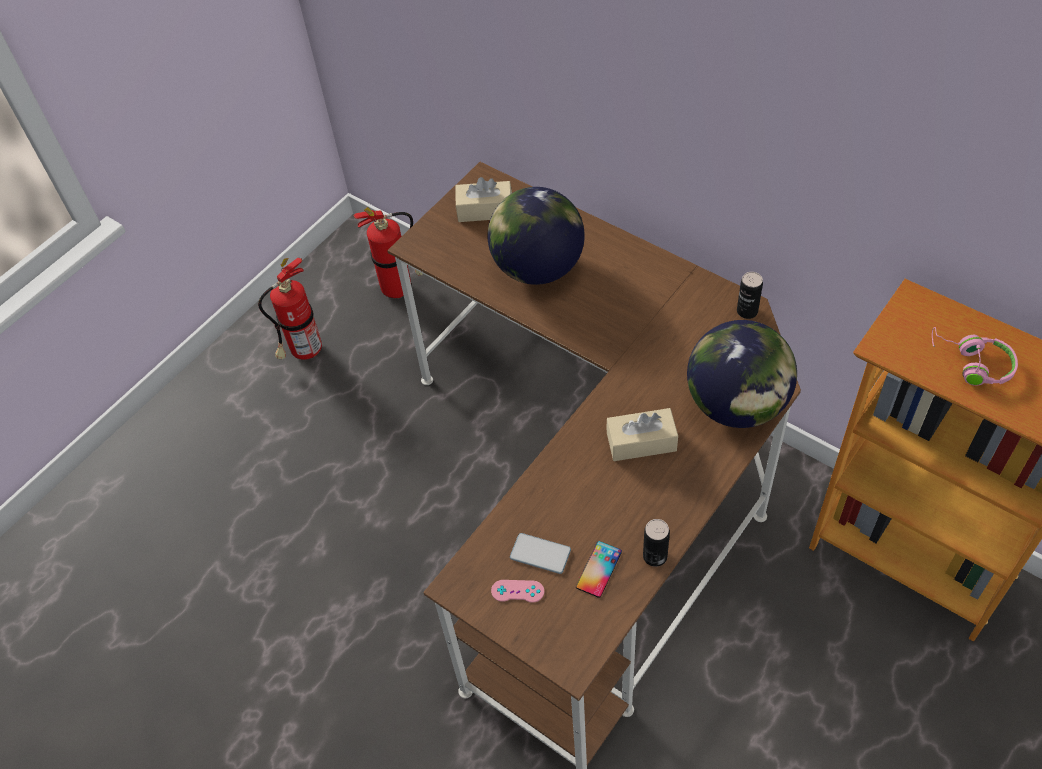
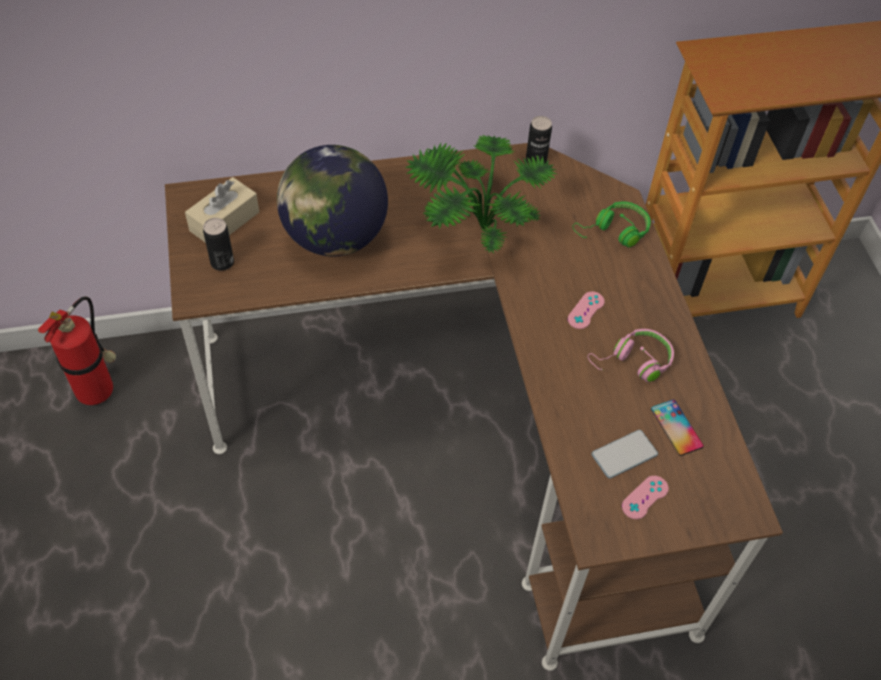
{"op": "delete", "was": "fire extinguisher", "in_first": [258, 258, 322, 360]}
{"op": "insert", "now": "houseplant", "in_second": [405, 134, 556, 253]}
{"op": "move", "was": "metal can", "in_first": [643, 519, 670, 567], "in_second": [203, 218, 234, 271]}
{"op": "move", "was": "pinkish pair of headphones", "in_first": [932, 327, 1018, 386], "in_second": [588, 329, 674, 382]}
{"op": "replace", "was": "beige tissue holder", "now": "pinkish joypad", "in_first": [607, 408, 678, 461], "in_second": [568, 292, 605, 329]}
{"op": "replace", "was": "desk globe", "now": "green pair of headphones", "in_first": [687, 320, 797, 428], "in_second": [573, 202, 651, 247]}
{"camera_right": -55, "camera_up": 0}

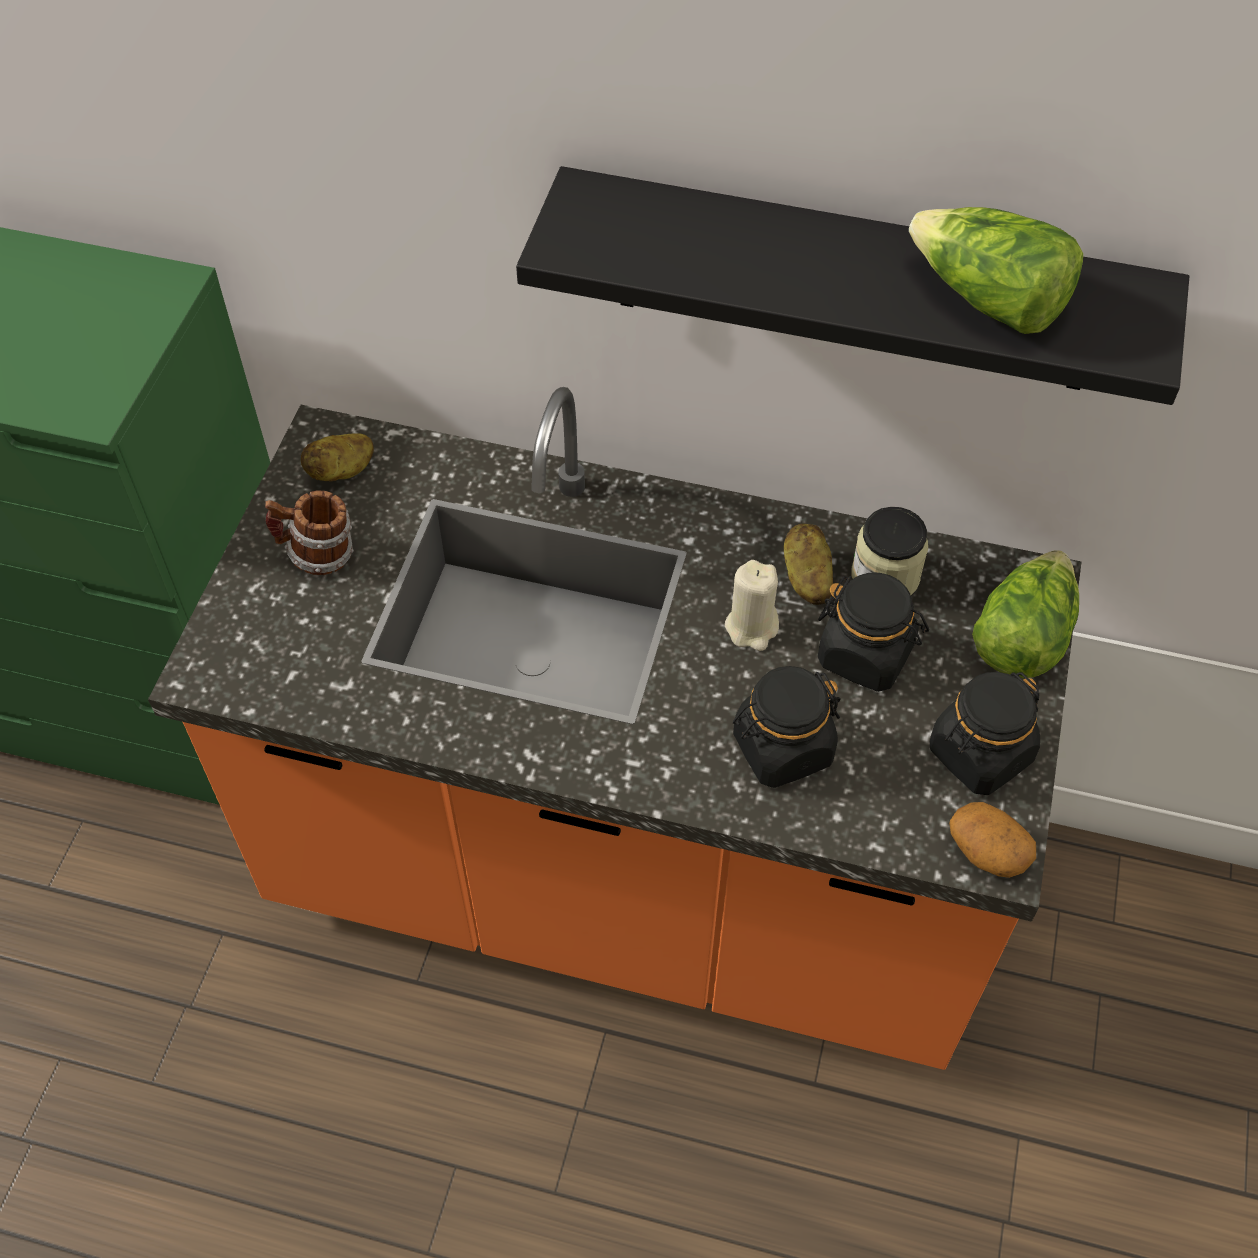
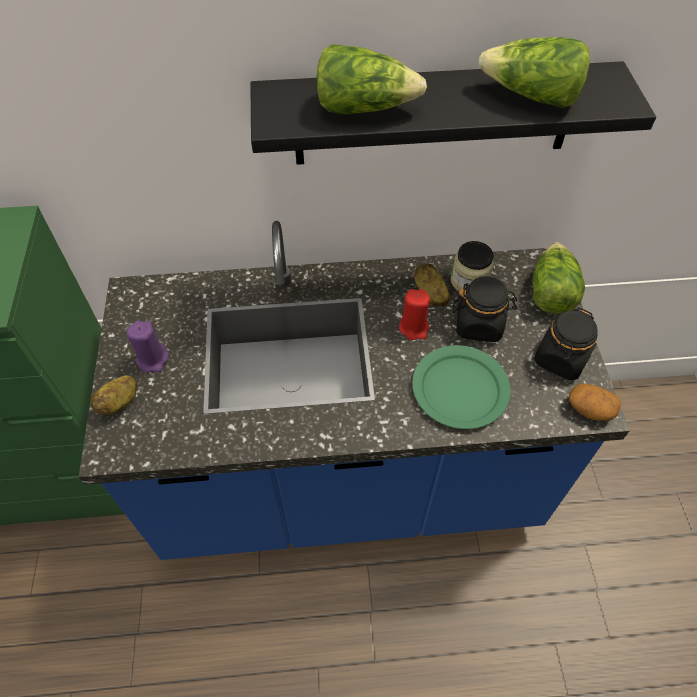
{"op": "insert", "now": "head of lettuce", "in_second": [317, 44, 427, 114]}
{"op": "move", "was": "spud", "in_first": [301, 433, 374, 482], "in_second": [90, 375, 137, 415]}
{"op": "replace", "was": "tea mug", "now": "purplish wax candle", "in_first": [265, 490, 354, 575], "in_second": [127, 321, 169, 373]}
{"op": "replace", "was": "black-coloured storage jar", "now": "green dinner plate", "in_first": [733, 666, 841, 788], "in_second": [412, 345, 511, 429]}
{"op": "recolor", "was": "orange-coloured kitchen counter", "now": "bluish kitchen counter", "in_first": [148, 387, 1081, 1070], "in_second": [79, 221, 630, 560]}
{"op": "recolor", "was": "beige wax candle", "now": "red-coloured wax candle", "in_first": [725, 560, 779, 651], "in_second": [399, 289, 430, 340]}
{"camera_right": -20, "camera_up": 0}

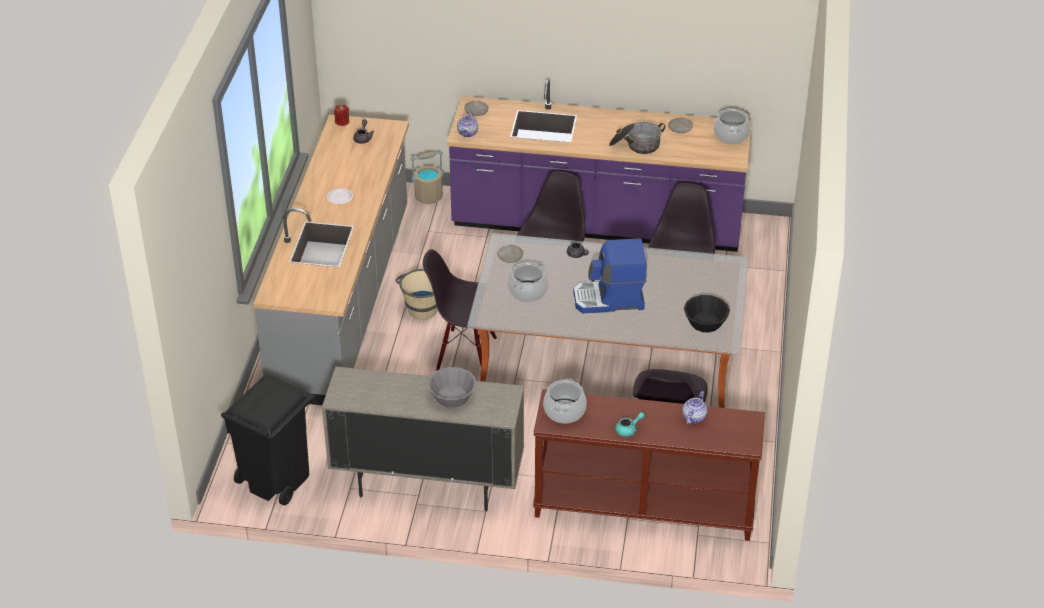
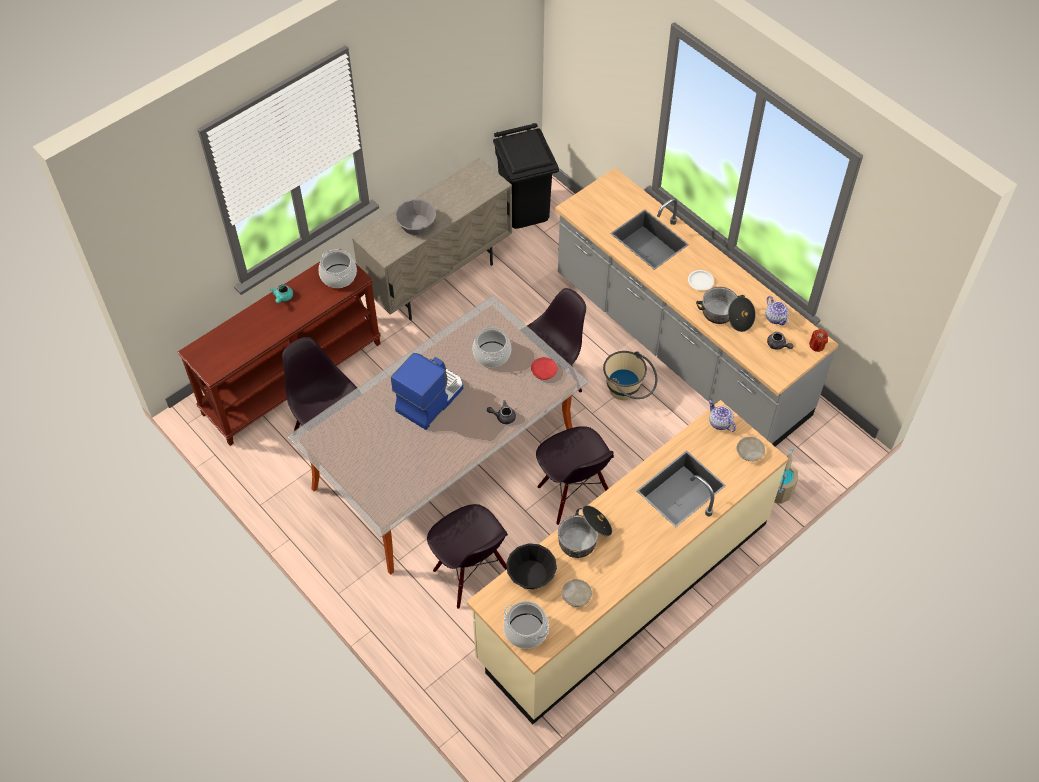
{"op": "insert", "now": "cooking pot", "in_second": [696, 287, 756, 332]}
{"op": "move", "was": "teapot", "in_first": [682, 391, 708, 425], "in_second": [766, 296, 789, 325]}
{"op": "move", "was": "black-coloured serving bowl", "in_first": [684, 295, 730, 332], "in_second": [506, 543, 557, 589]}
{"op": "recolor", "was": "purplish kitchen counter", "now": "beige kitchen counter", "in_first": [447, 79, 752, 252], "in_second": [467, 400, 789, 724]}
{"op": "recolor", "was": "beige dinner plate", "now": "red-coloured dinner plate", "in_first": [497, 245, 523, 263], "in_second": [531, 357, 558, 380]}
{"camera_right": 130, "camera_up": 15}

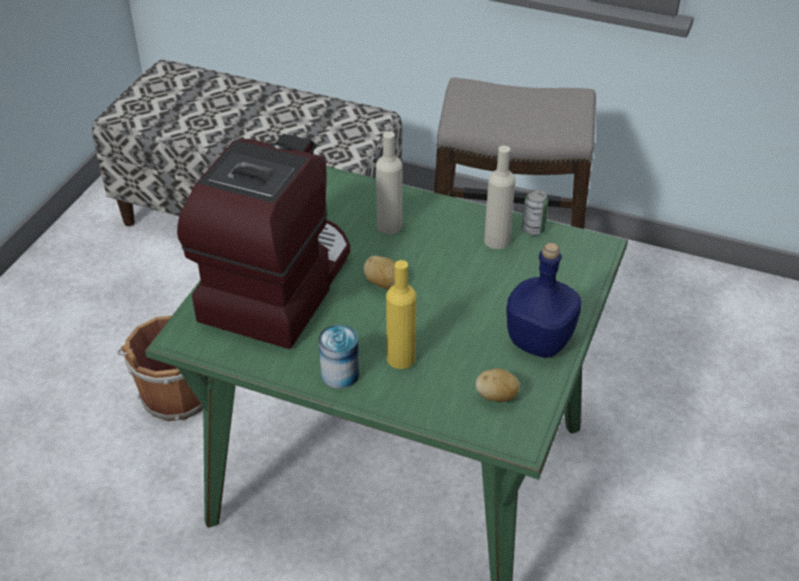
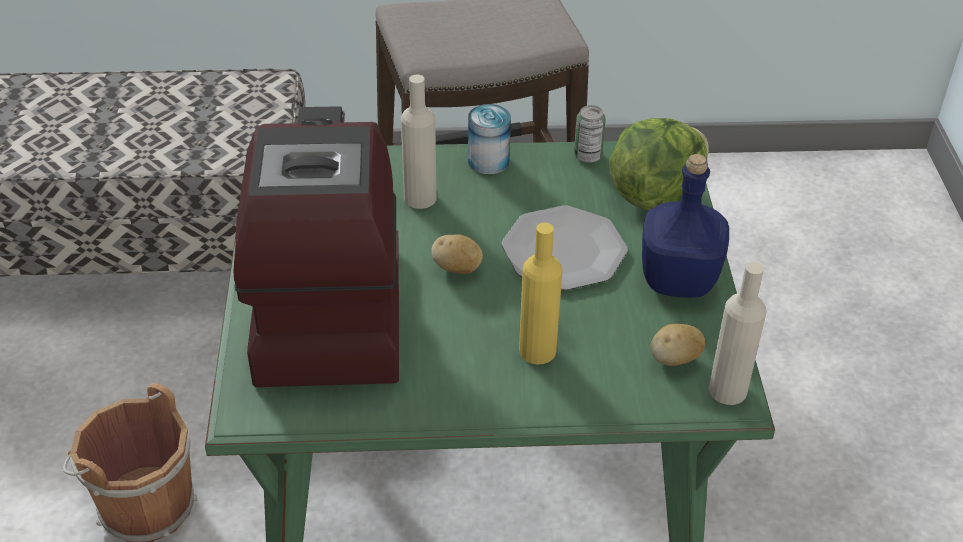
{"op": "insert", "now": "dinner plate", "in_second": [502, 205, 628, 290]}
{"op": "insert", "now": "head of lettuce", "in_second": [609, 118, 709, 210]}
{"op": "move", "was": "metal can", "in_first": [319, 325, 359, 389], "in_second": [468, 104, 511, 175]}
{"op": "move", "was": "beige bottle", "in_first": [484, 146, 516, 249], "in_second": [709, 262, 766, 405]}
{"camera_right": -25, "camera_up": 0}

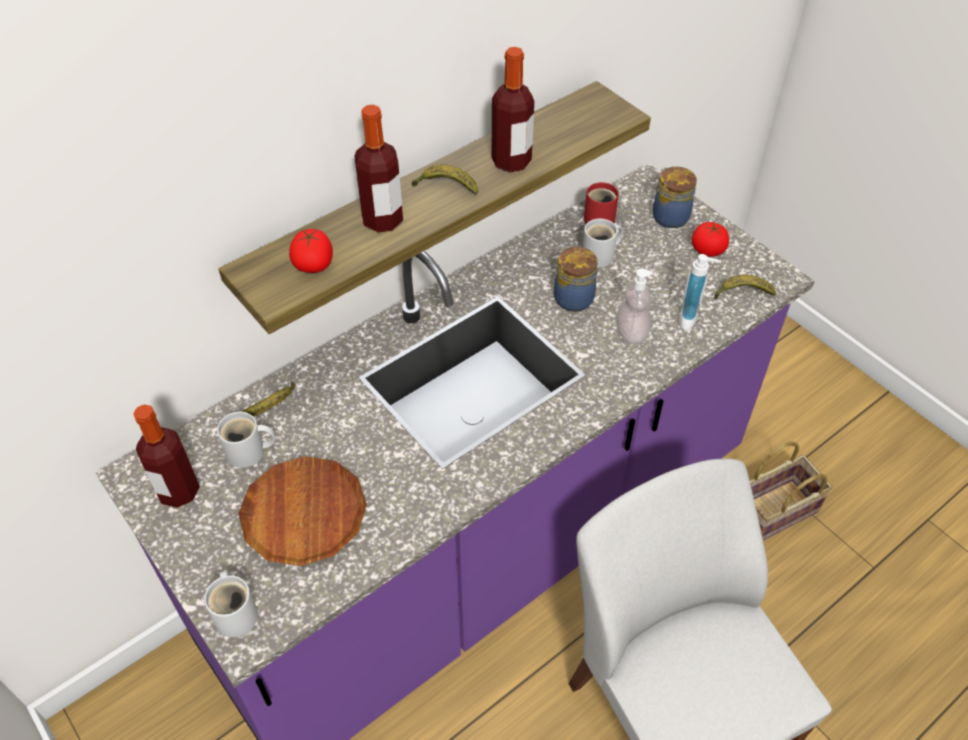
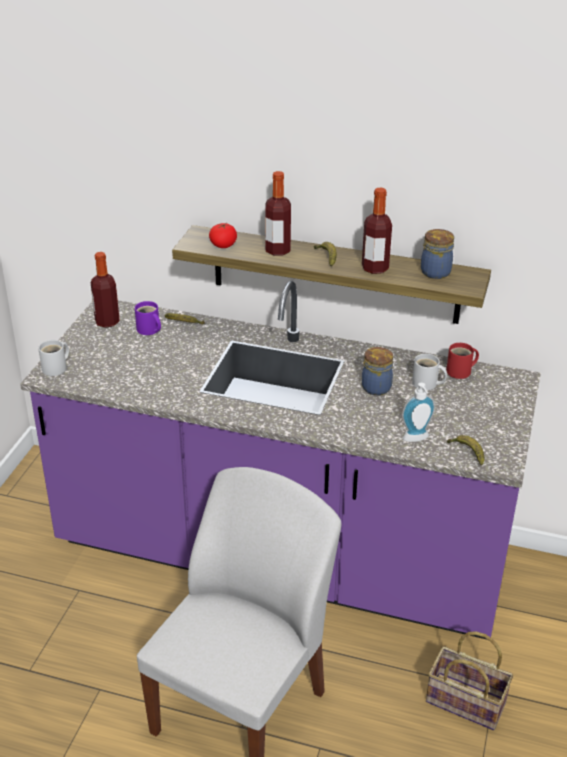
{"op": "delete", "was": "brown-coloured dinner plate", "in_first": [238, 456, 367, 566]}
{"op": "delete", "was": "liquid soap bottle", "in_first": [616, 269, 653, 344]}
{"op": "delete", "was": "fresh tomato", "in_first": [692, 222, 729, 257]}
{"op": "move", "was": "storage jar", "in_first": [653, 167, 697, 228], "in_second": [421, 229, 454, 279]}
{"op": "recolor", "was": "white-coloured tea mug", "now": "purplish tea mug", "in_first": [217, 412, 275, 468], "in_second": [135, 301, 161, 335]}
{"camera_right": 55, "camera_up": -15}

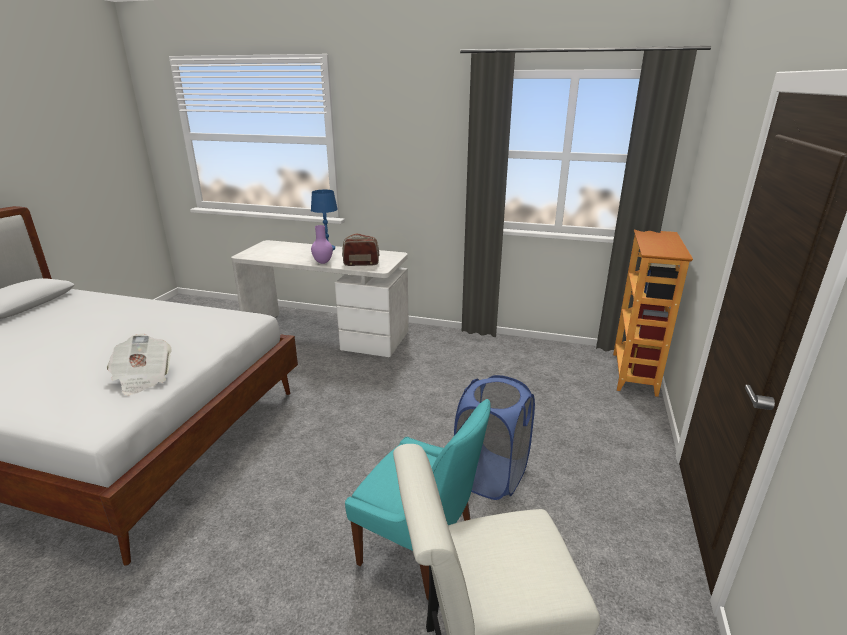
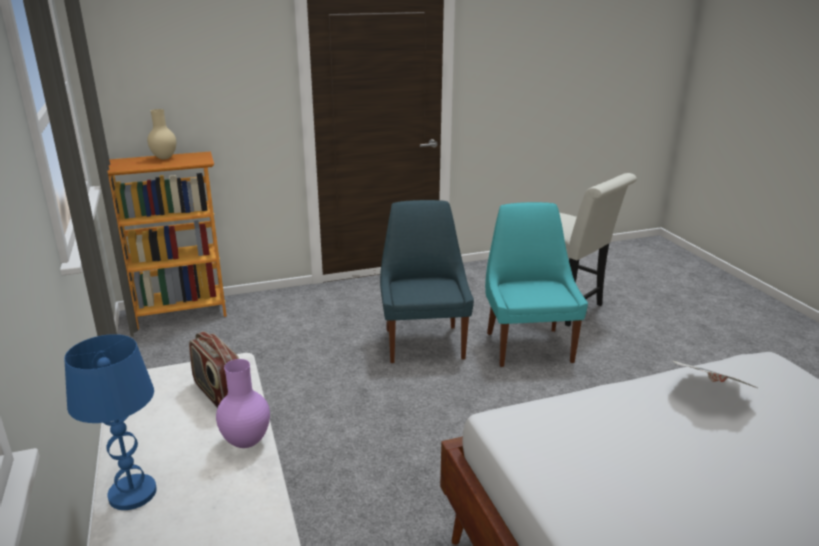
{"op": "insert", "now": "beige decorative vase", "in_second": [147, 109, 176, 159]}
{"op": "replace", "was": "bluish washing basket", "now": "bluish plain chair", "in_first": [454, 375, 535, 500], "in_second": [380, 200, 474, 363]}
{"camera_right": -125, "camera_up": 0}

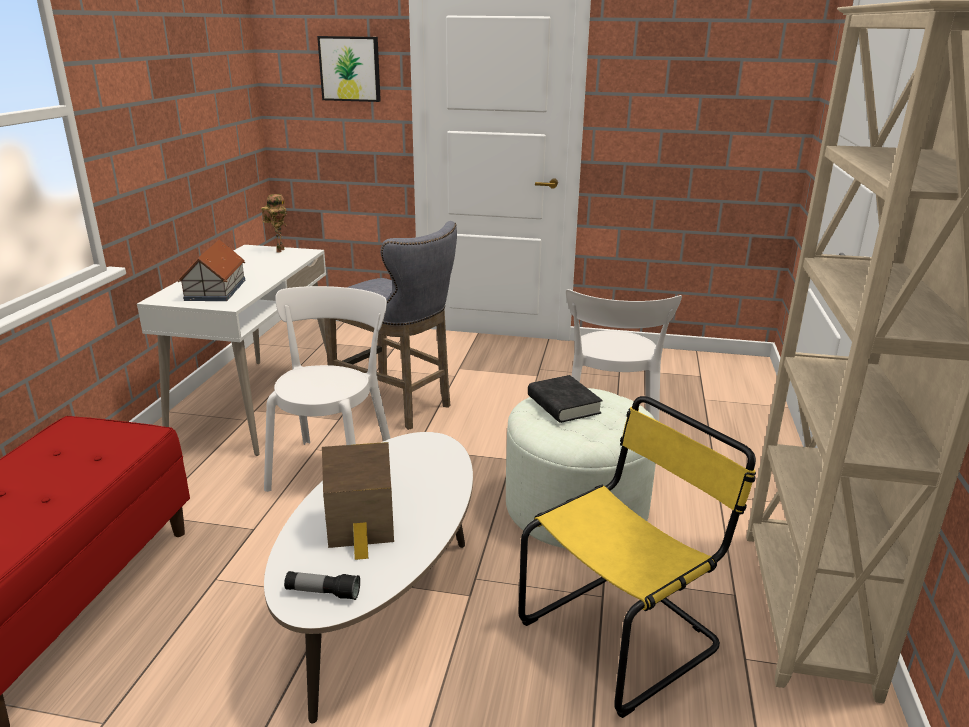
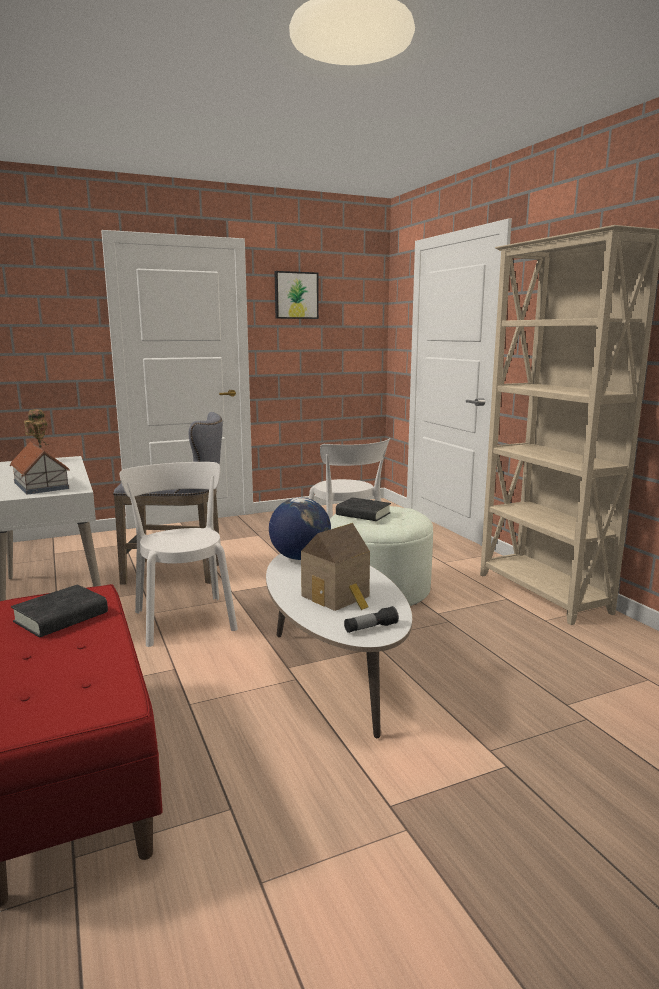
{"op": "delete", "was": "yellow-coloured plain chair", "in_first": [518, 396, 756, 718]}
{"op": "insert", "now": "black-coloured book", "in_second": [11, 584, 108, 637]}
{"op": "insert", "now": "desk globe", "in_second": [269, 498, 331, 560]}
{"op": "move", "was": "wall picture", "in_first": [317, 36, 381, 102], "in_second": [275, 271, 319, 319]}
{"camera_right": -35, "camera_up": -10}

